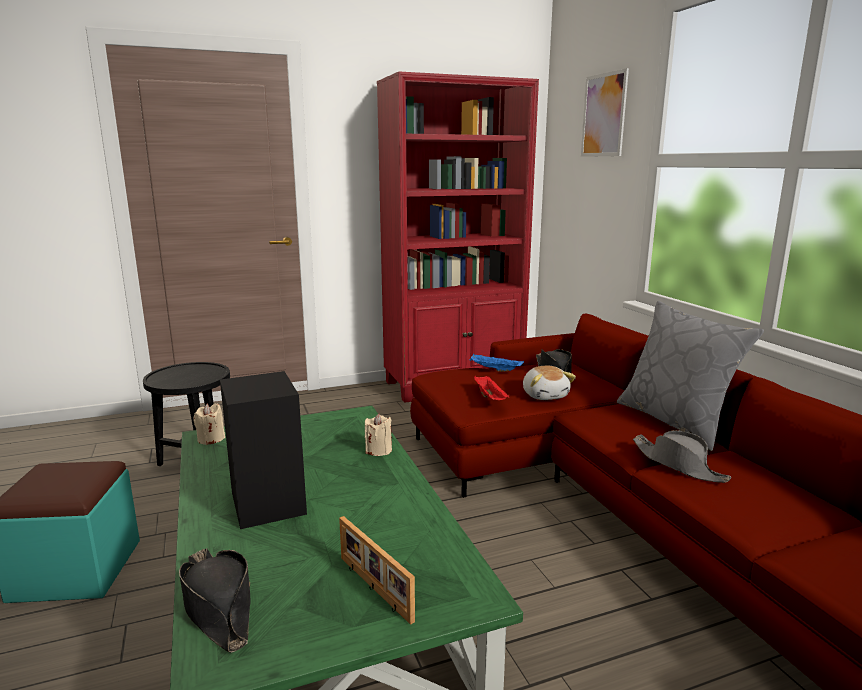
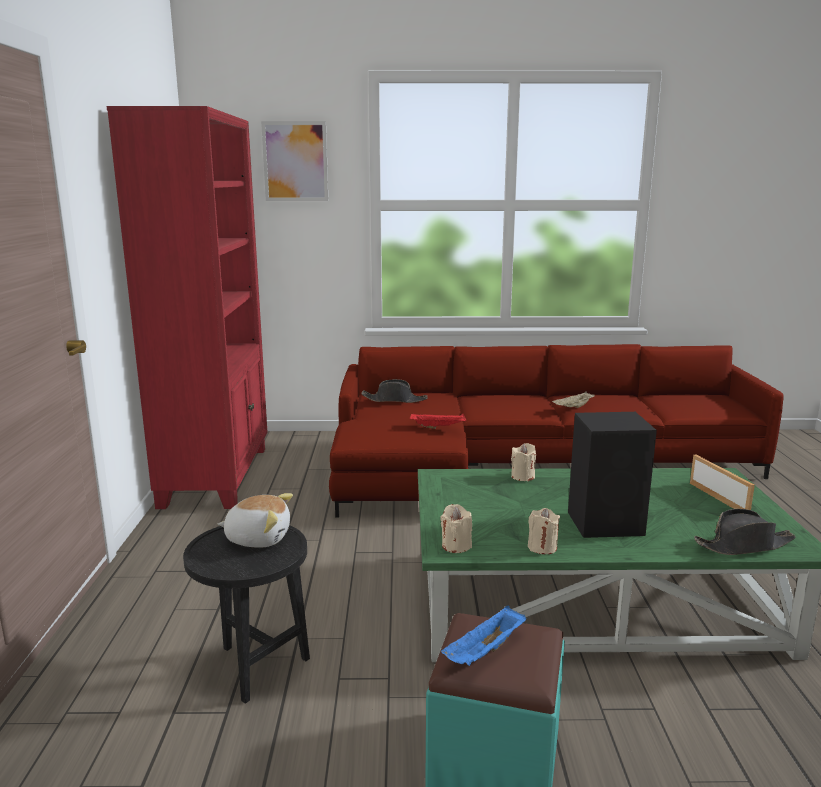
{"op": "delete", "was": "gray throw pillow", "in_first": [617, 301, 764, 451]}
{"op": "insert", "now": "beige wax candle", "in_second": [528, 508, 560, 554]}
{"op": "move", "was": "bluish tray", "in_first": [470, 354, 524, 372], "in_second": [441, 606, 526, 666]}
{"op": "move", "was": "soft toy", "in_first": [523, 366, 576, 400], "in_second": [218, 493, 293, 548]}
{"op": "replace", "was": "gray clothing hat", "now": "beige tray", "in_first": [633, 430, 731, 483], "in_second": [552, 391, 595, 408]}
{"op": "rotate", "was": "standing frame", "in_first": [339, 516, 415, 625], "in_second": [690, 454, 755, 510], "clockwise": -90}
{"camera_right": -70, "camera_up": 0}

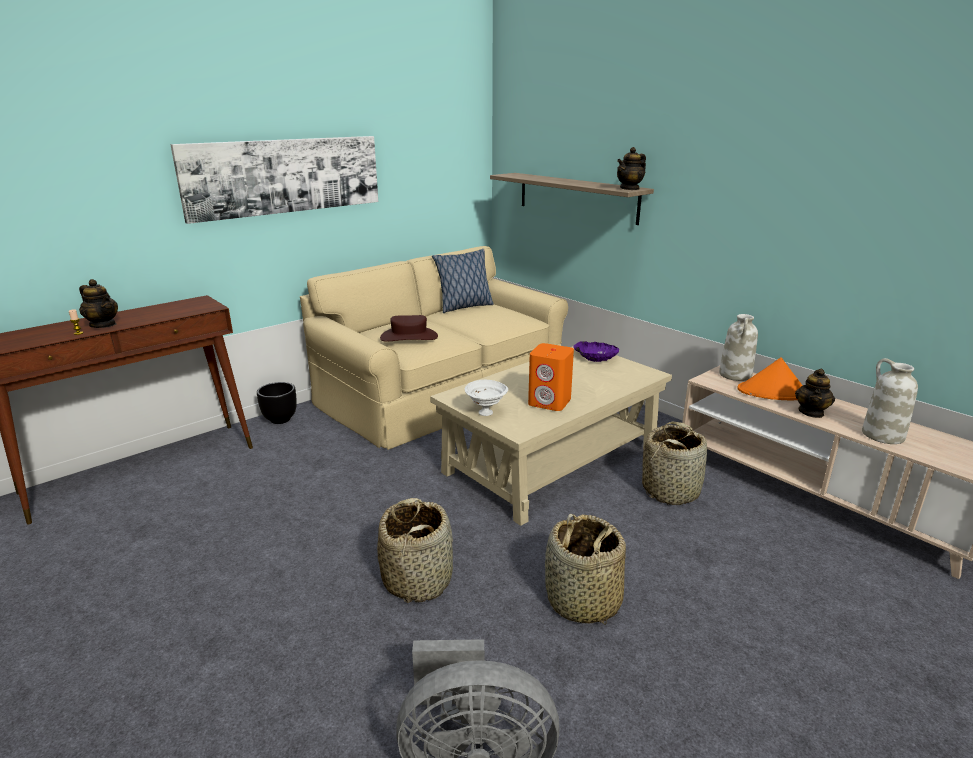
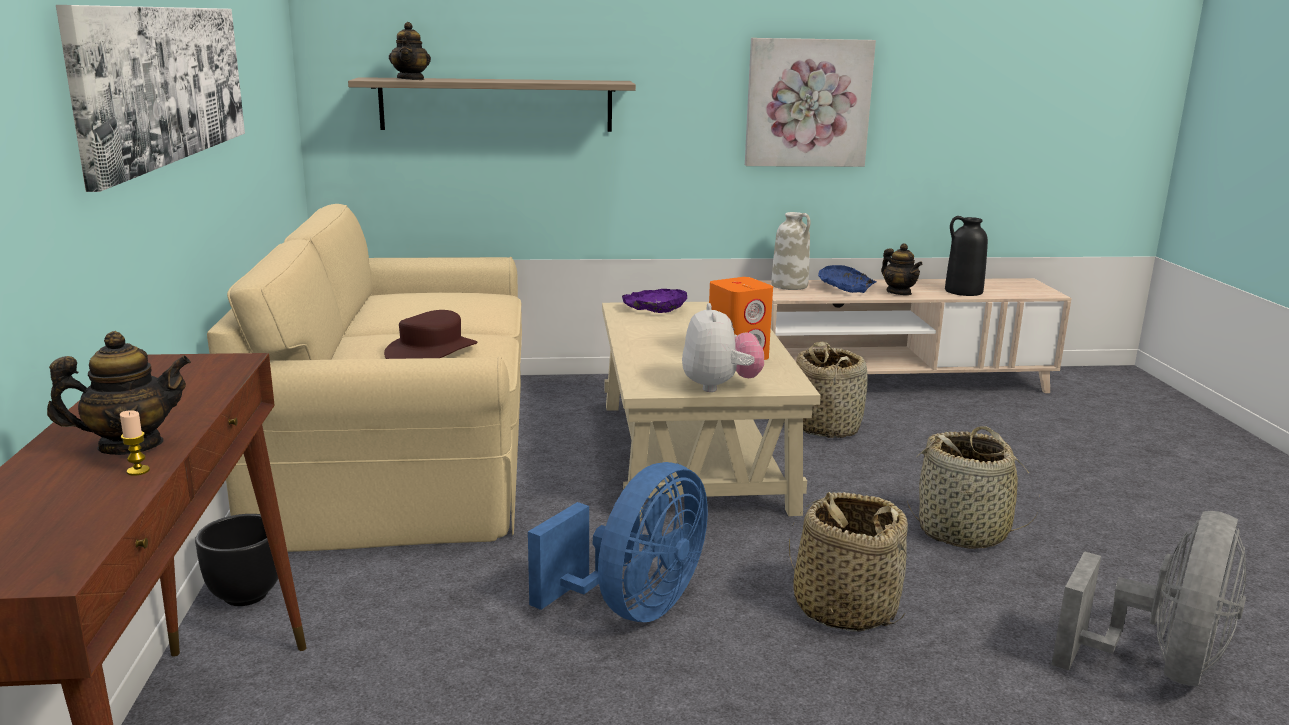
{"op": "delete", "was": "throw pillow", "in_first": [432, 249, 494, 313]}
{"op": "insert", "now": "bluish fan", "in_second": [528, 462, 708, 622]}
{"op": "insert", "now": "wall picture", "in_second": [745, 38, 876, 167]}
{"op": "move", "was": "teapot", "in_first": [617, 147, 646, 190], "in_second": [389, 22, 431, 80]}
{"op": "replace", "was": "white-coloured serving bowl", "now": "soft toy", "in_first": [465, 380, 508, 416], "in_second": [682, 303, 764, 392]}
{"op": "replace", "was": "orange-coloured clothing hat", "now": "bluish serving bowl", "in_first": [737, 357, 803, 400], "in_second": [818, 265, 876, 293]}
{"op": "recolor", "was": "white-coloured decorative vase", "now": "black-coloured decorative vase", "in_first": [862, 358, 918, 444], "in_second": [945, 216, 988, 296]}
{"camera_right": -55, "camera_up": -5}

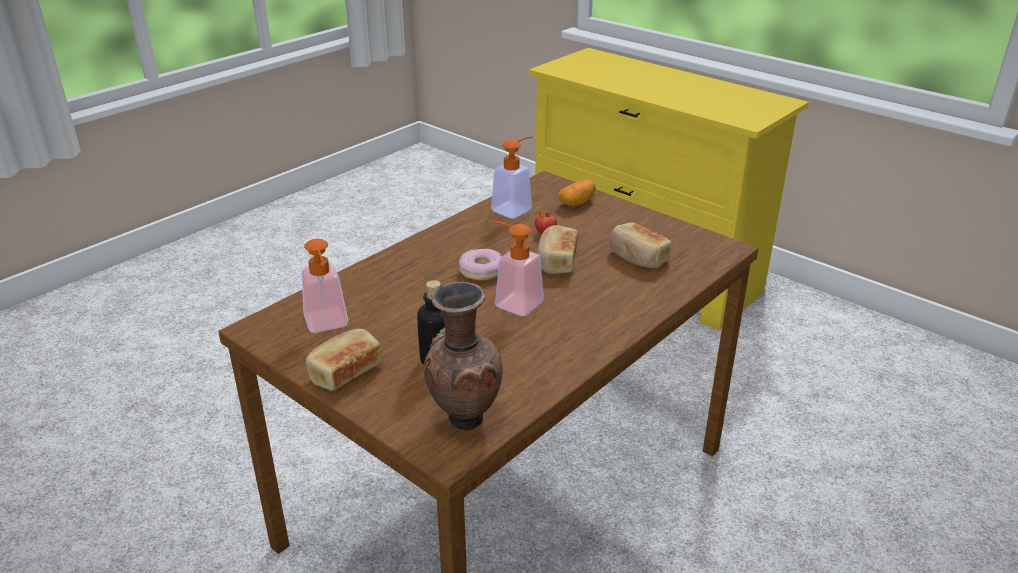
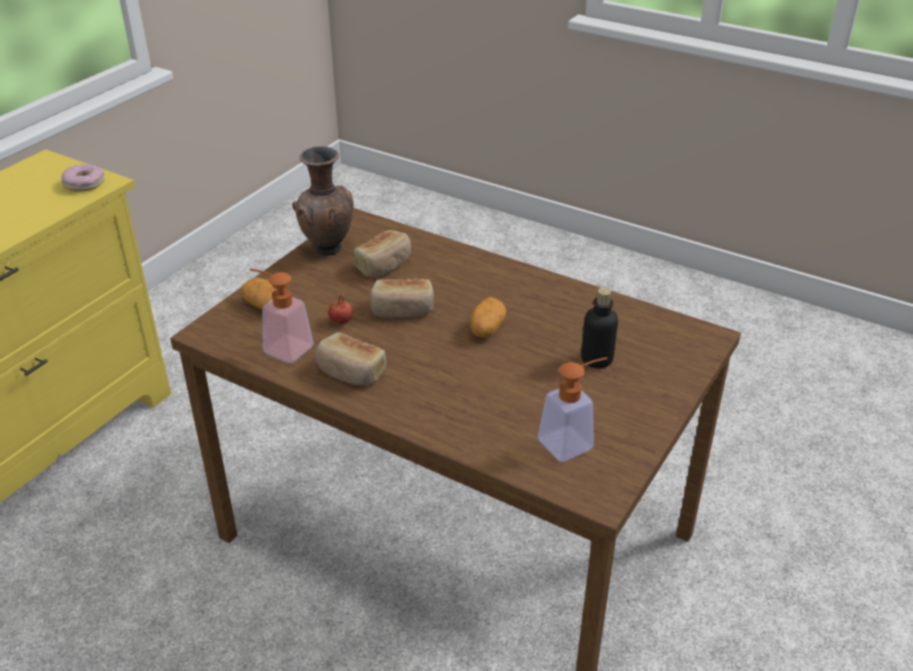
{"op": "move", "was": "baked bread", "in_first": [306, 329, 383, 391], "in_second": [315, 332, 386, 385]}
{"op": "move", "was": "brown-coloured decorative vase", "in_first": [424, 282, 503, 430], "in_second": [292, 146, 354, 256]}
{"op": "move", "was": "doughnut", "in_first": [459, 249, 502, 280], "in_second": [61, 164, 104, 192]}
{"op": "replace", "was": "liquid soap bottle", "now": "spud", "in_first": [488, 221, 544, 316], "in_second": [470, 297, 506, 338]}
{"camera_right": -100, "camera_up": 5}

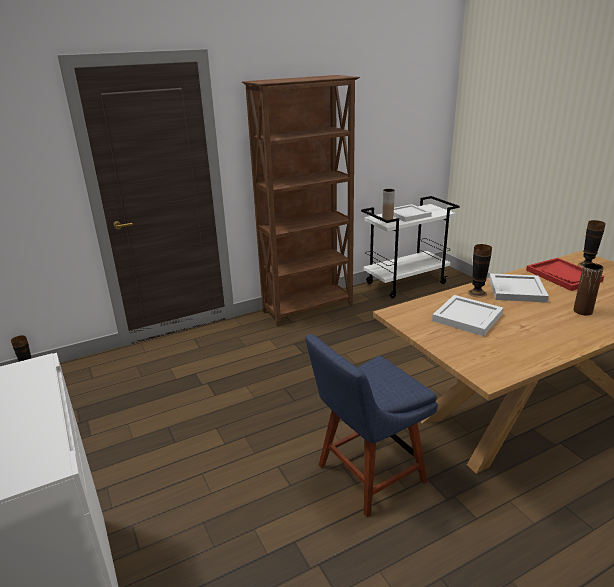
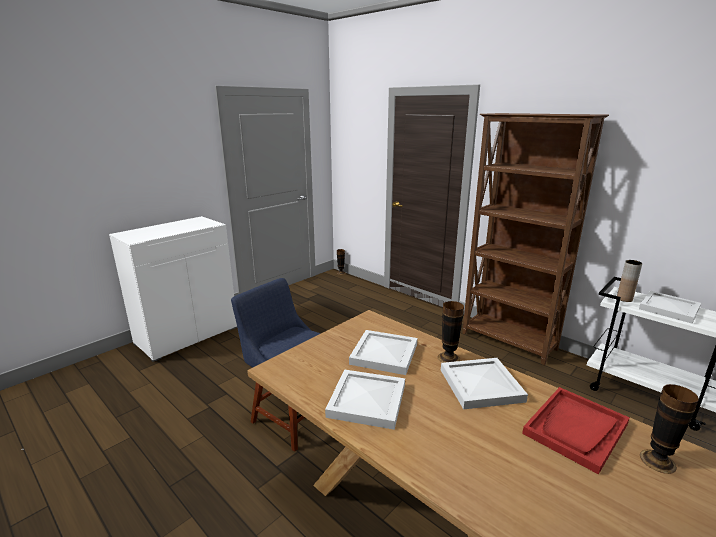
{"op": "delete", "was": "brown-coloured decorative vase", "in_first": [573, 263, 604, 315]}
{"op": "insert", "now": "white-coloured tray", "in_second": [325, 370, 405, 430]}
{"camera_right": 70, "camera_up": -5}

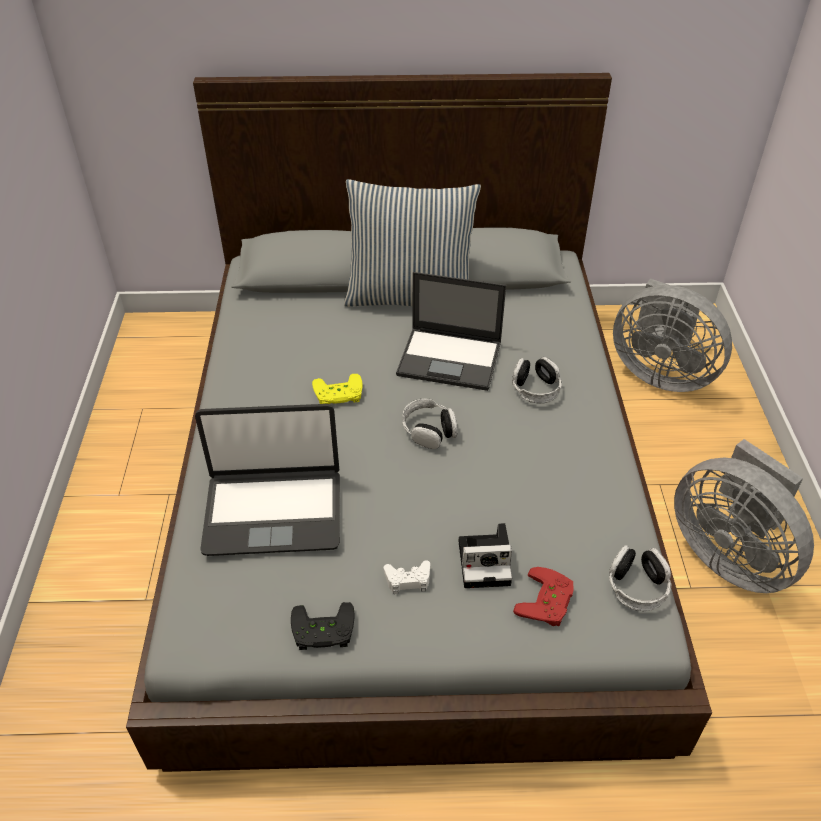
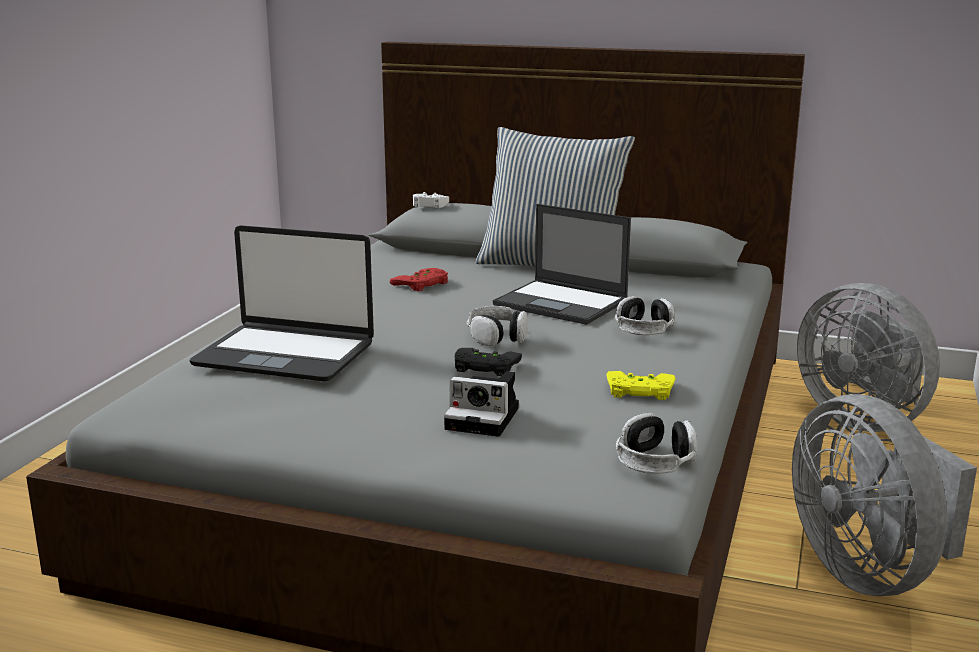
{"op": "move", "was": "black-coloured joypad", "in_first": [291, 602, 354, 650], "in_second": [455, 348, 522, 376]}
{"op": "move", "was": "yellow-coloured joypad", "in_first": [312, 374, 363, 404], "in_second": [606, 371, 675, 400]}
{"op": "move", "was": "white-coloured joypad", "in_first": [384, 560, 430, 594], "in_second": [413, 192, 449, 209]}
{"op": "move", "was": "red-coloured joypad", "in_first": [513, 567, 574, 626], "in_second": [390, 268, 448, 292]}
{"camera_right": 20, "camera_up": -25}

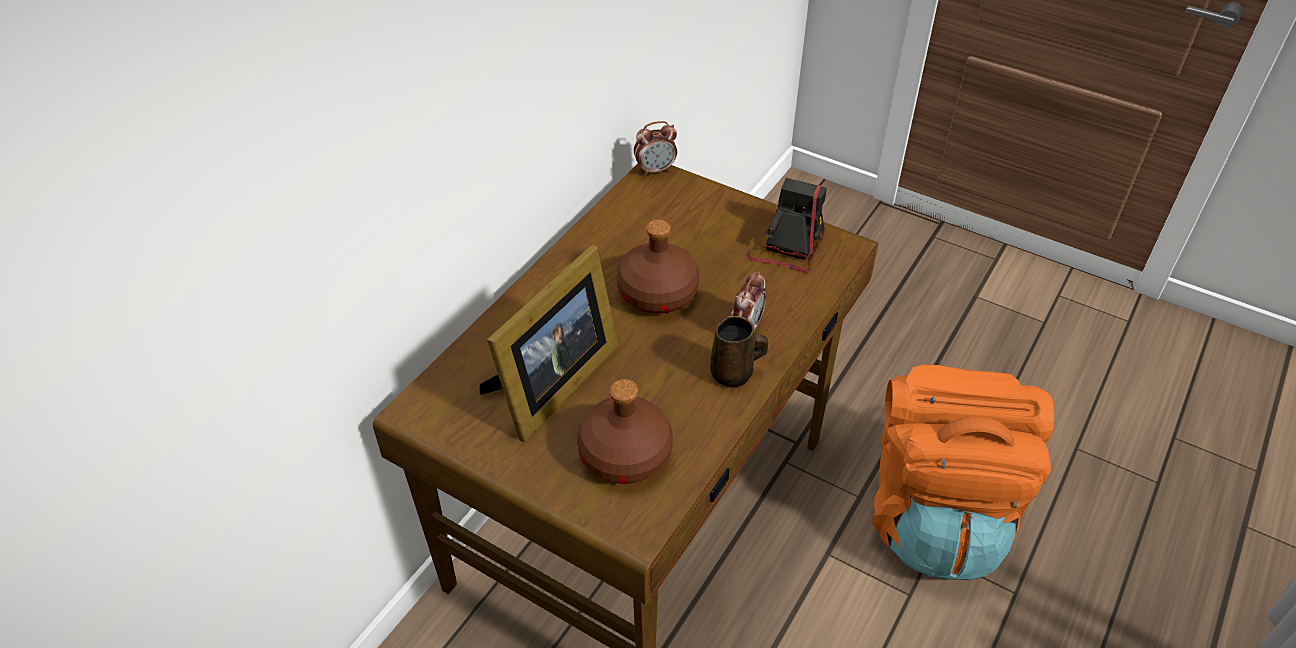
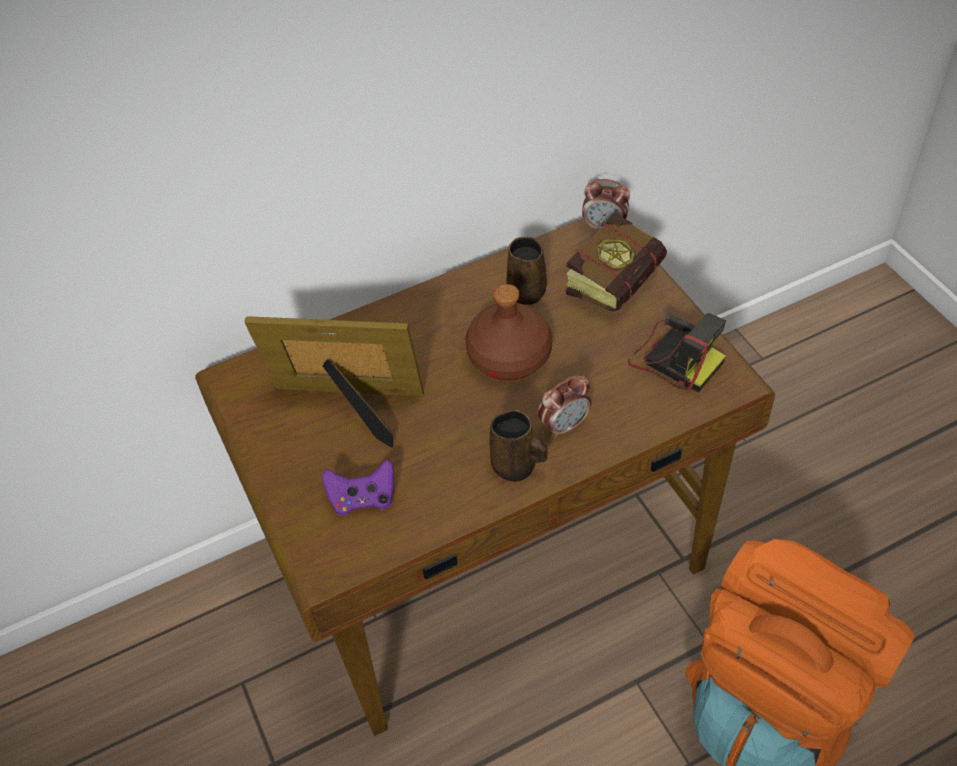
{"op": "insert", "now": "brown-coloured tea mug", "in_second": [506, 237, 547, 305]}
{"op": "insert", "now": "book", "in_second": [566, 212, 667, 312]}
{"op": "replace", "was": "brown-coloured bottle", "now": "purplish joypad", "in_first": [577, 379, 673, 484], "in_second": [322, 459, 394, 516]}
{"op": "rotate", "was": "standing frame", "in_first": [480, 245, 618, 442], "in_second": [244, 316, 424, 448], "clockwise": -150}
{"op": "rotate", "was": "photo camera", "in_first": [748, 178, 827, 273], "in_second": [628, 313, 726, 392], "clockwise": 75}
{"camera_right": 35, "camera_up": 5}

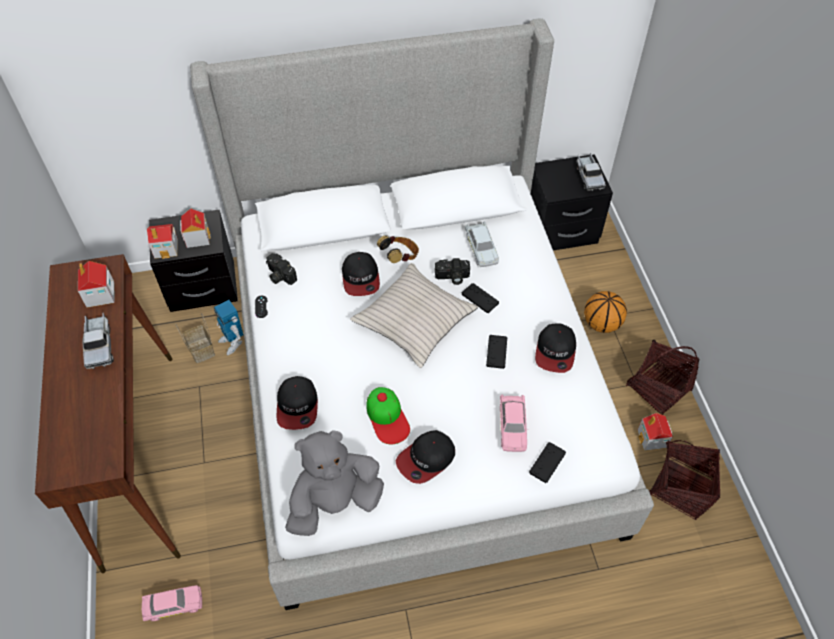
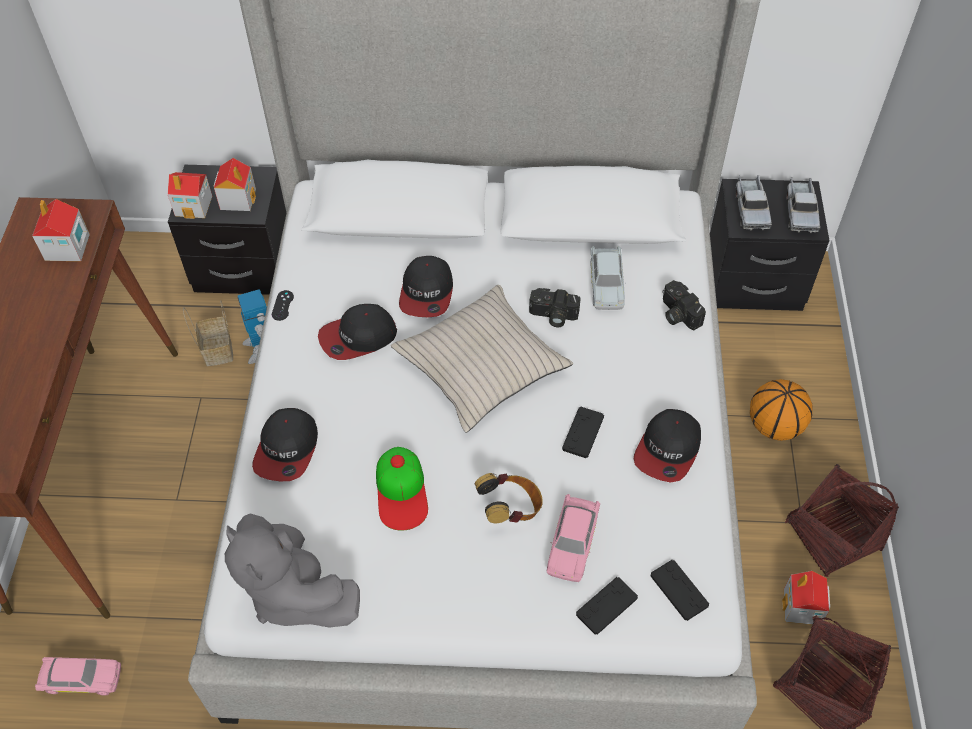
{"op": "move", "was": "toy lorry", "in_first": [82, 312, 114, 369], "in_second": [735, 175, 772, 231]}
{"op": "move", "was": "photo camera", "in_first": [266, 253, 297, 285], "in_second": [662, 280, 706, 330]}
{"op": "move", "was": "pair of headphones", "in_first": [377, 235, 419, 263], "in_second": [475, 473, 543, 523]}
{"op": "move", "was": "baseball cap", "in_first": [396, 430, 455, 484], "in_second": [318, 304, 397, 360]}
{"op": "move", "was": "black-coloured joypad", "in_first": [462, 283, 499, 313], "in_second": [651, 560, 709, 621]}
{"op": "rotate", "was": "gray soft toy", "in_first": [285, 430, 384, 536], "in_second": [225, 513, 360, 628], "clockwise": -120}
{"camera_right": 15, "camera_up": 0}

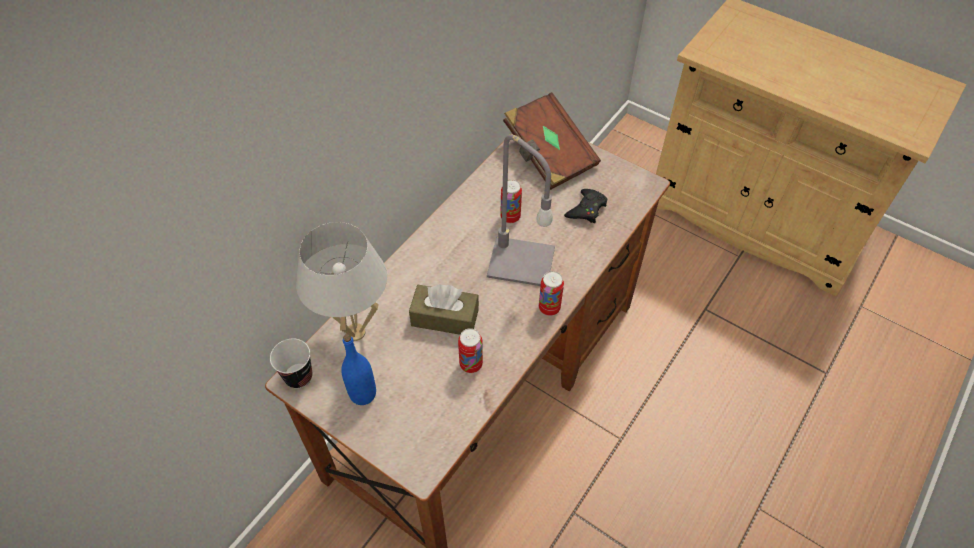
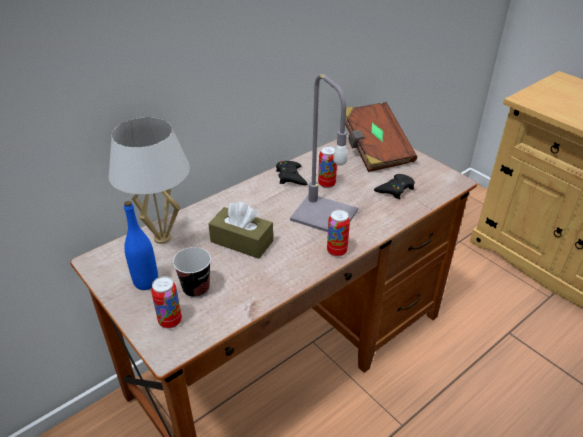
{"op": "insert", "now": "black-coloured joypad", "in_second": [276, 161, 307, 185]}
{"op": "move", "was": "cup", "in_first": [270, 339, 313, 389], "in_second": [173, 247, 211, 298]}
{"op": "move", "was": "metal can", "in_first": [458, 328, 483, 373], "in_second": [151, 276, 182, 328]}
{"camera_right": 15, "camera_up": -15}

